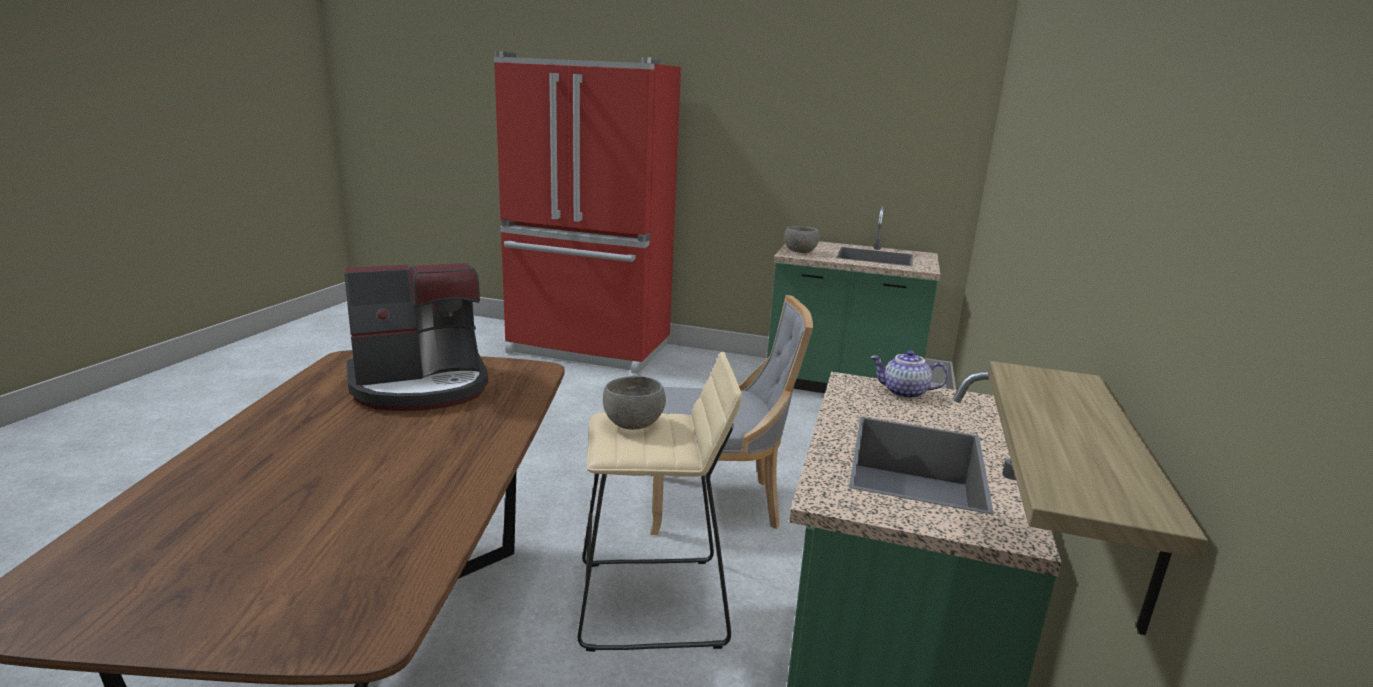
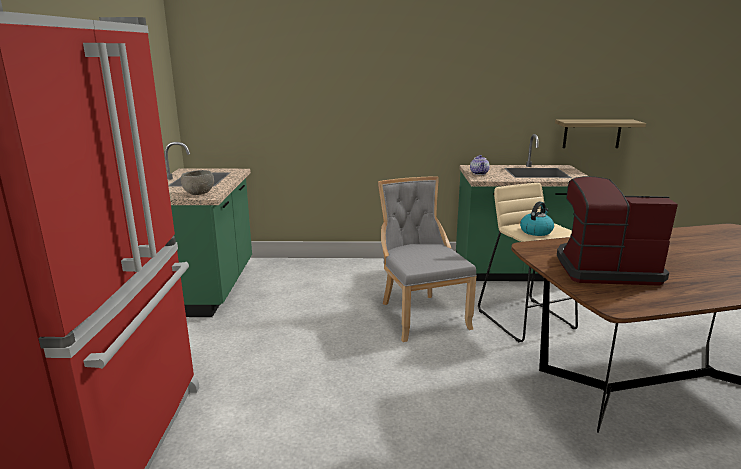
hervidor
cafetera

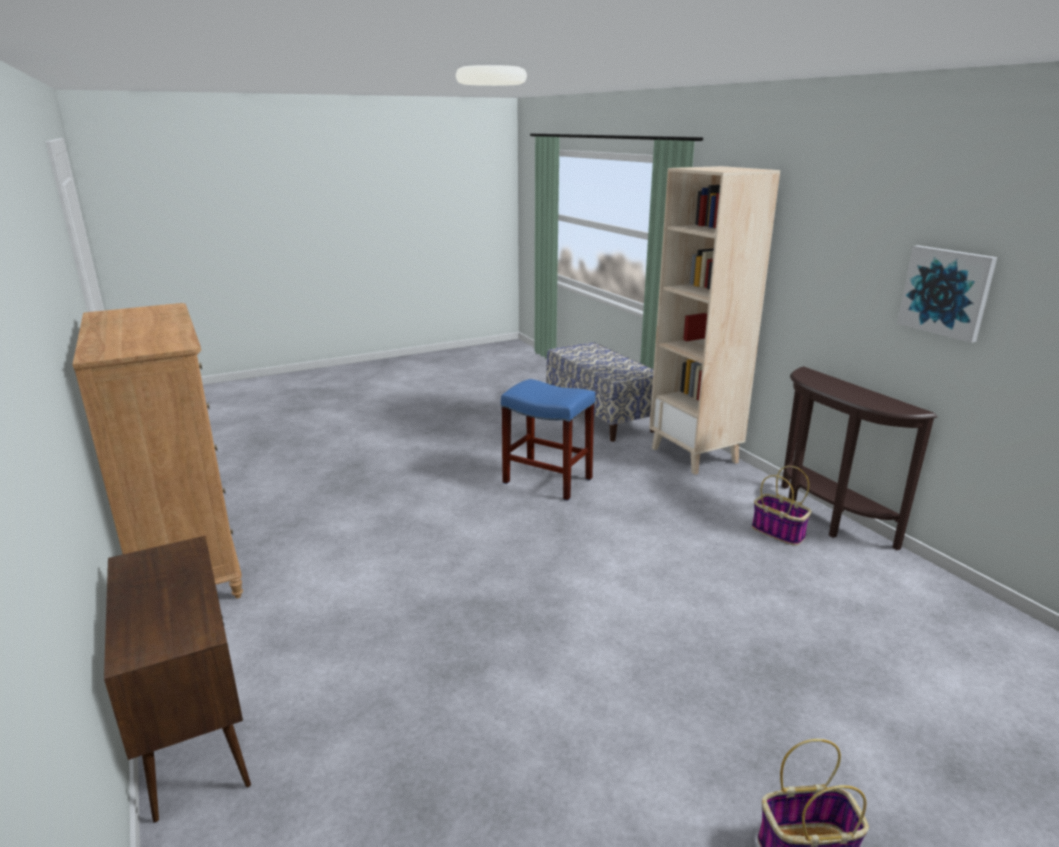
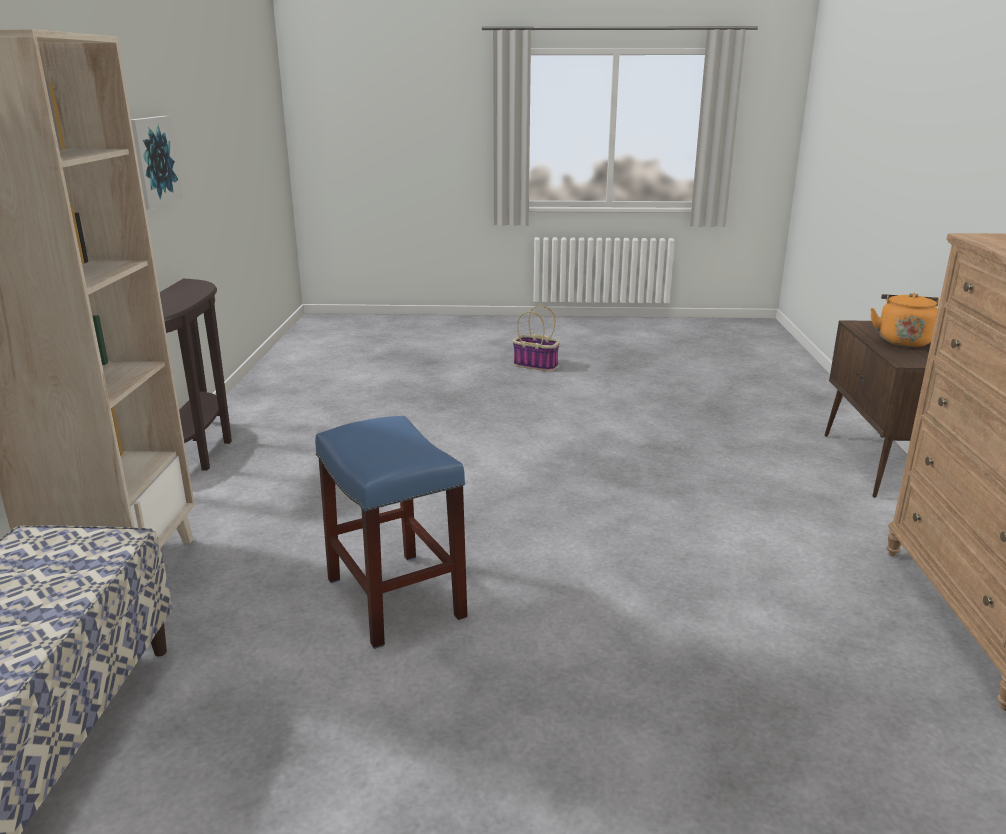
hervidor/naranja
cesta (1st from left in the first image)

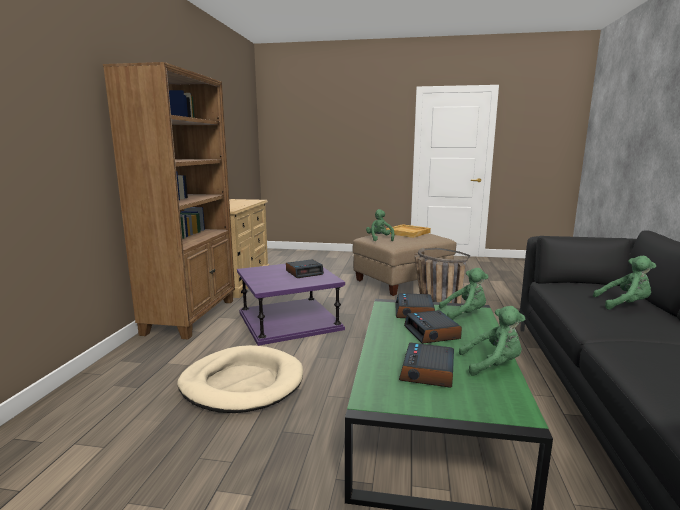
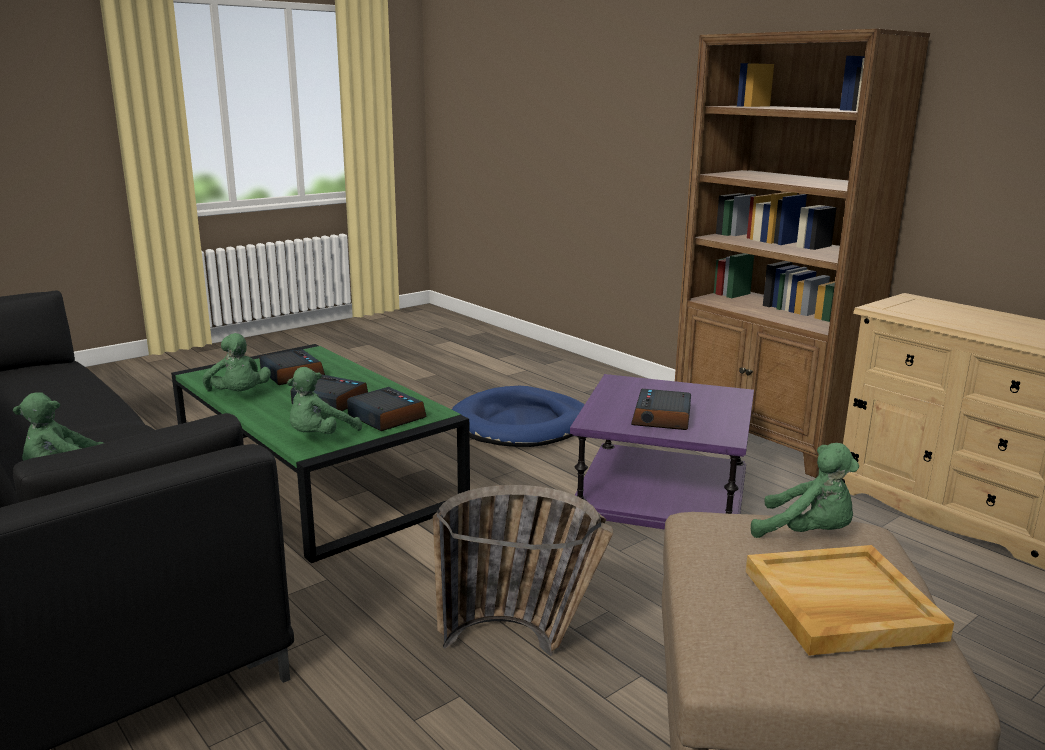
peluche/verde (2nd from left)
cama para perro/azul

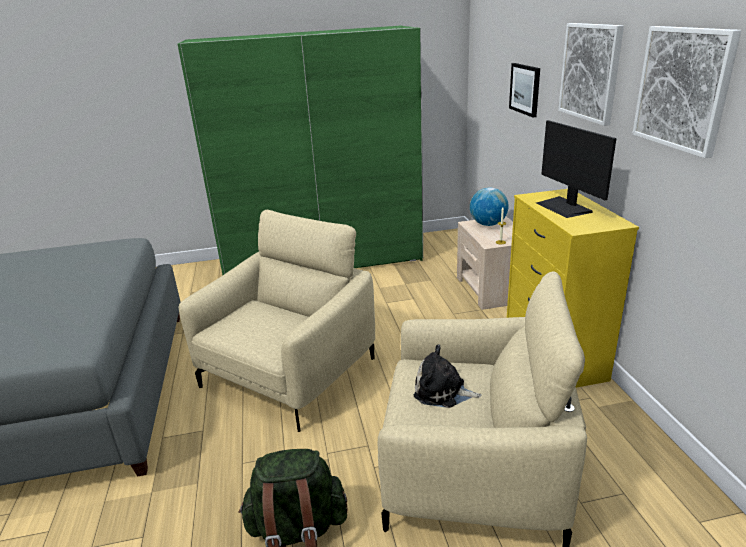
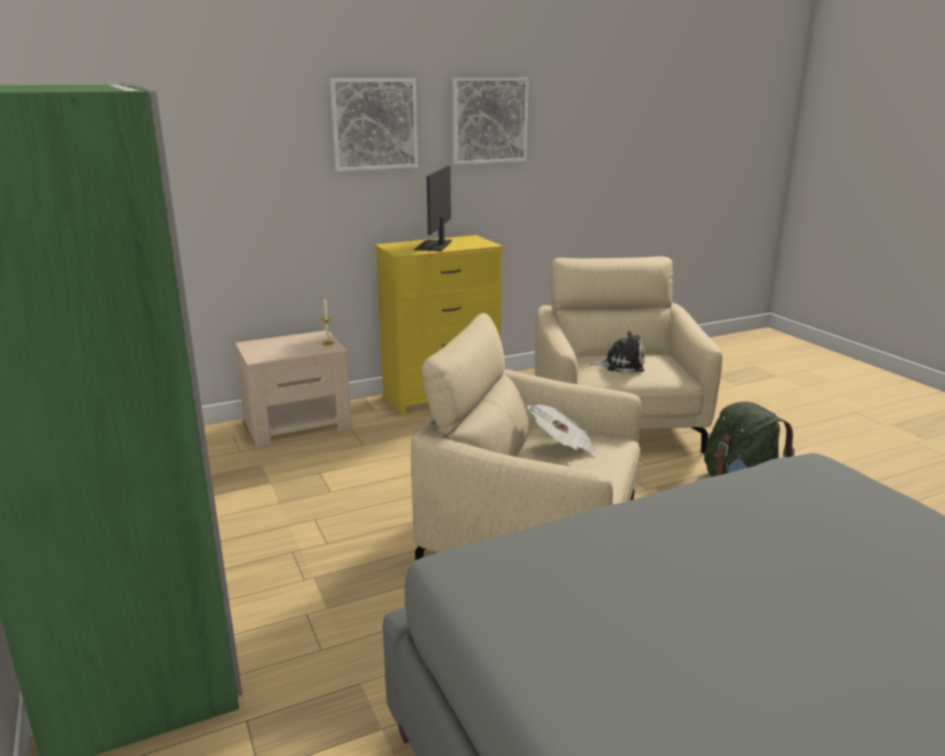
monitor
periódico
peluche
globo terráqueo
cuadro (1st from left in the first image)

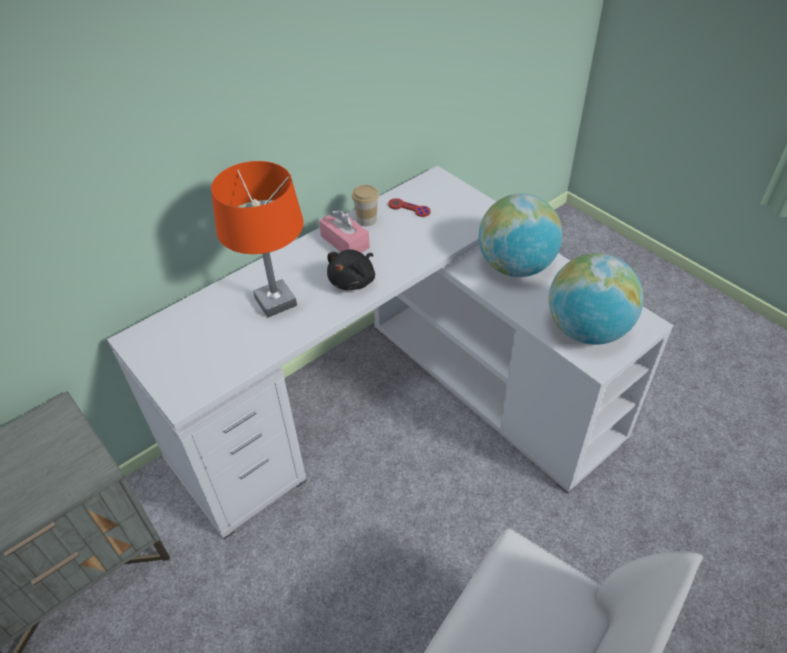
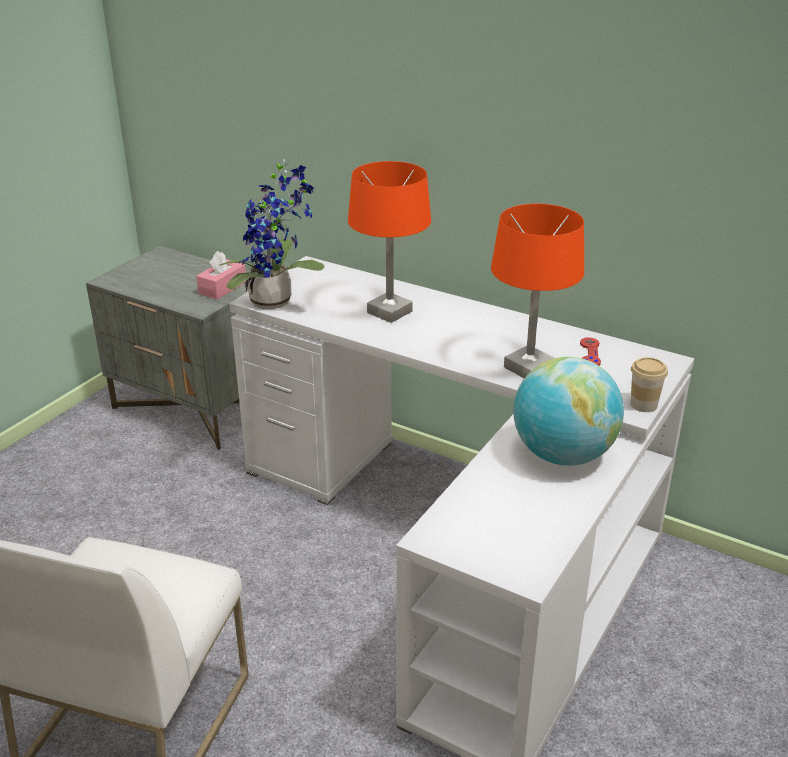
caja de pañuelos/rosa
planta en maceta
lámpara de mesa/naranja (2nd from left)
taza
peluche/negro
globo terráqueo (2nd from left in the first image)

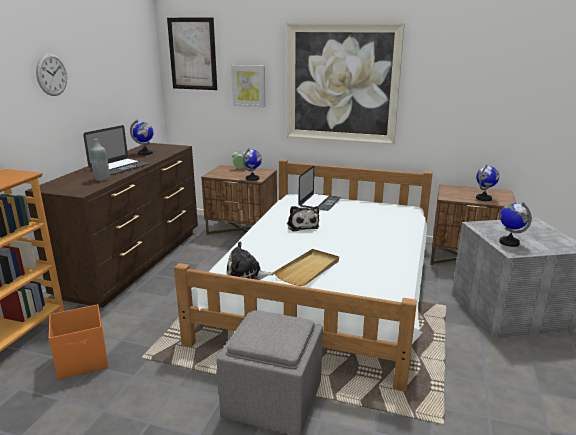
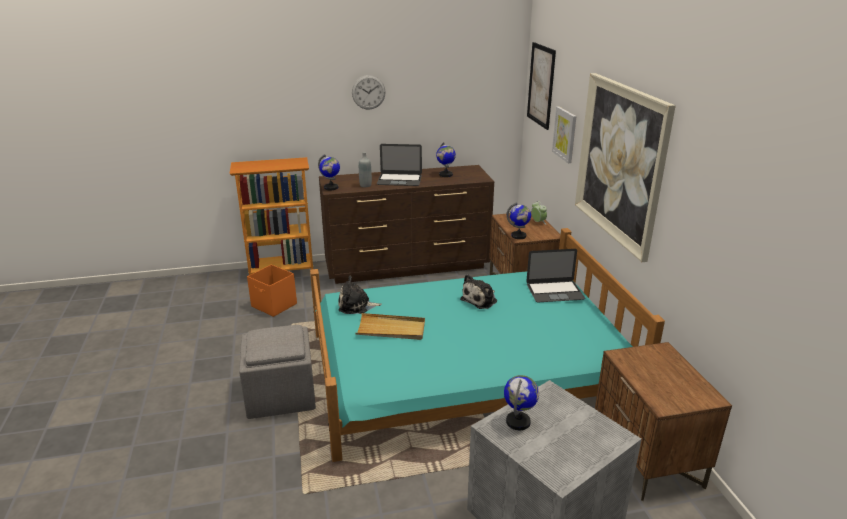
cama/turquesa
globo terráqueo (1st from left)
peluche (1st from left)

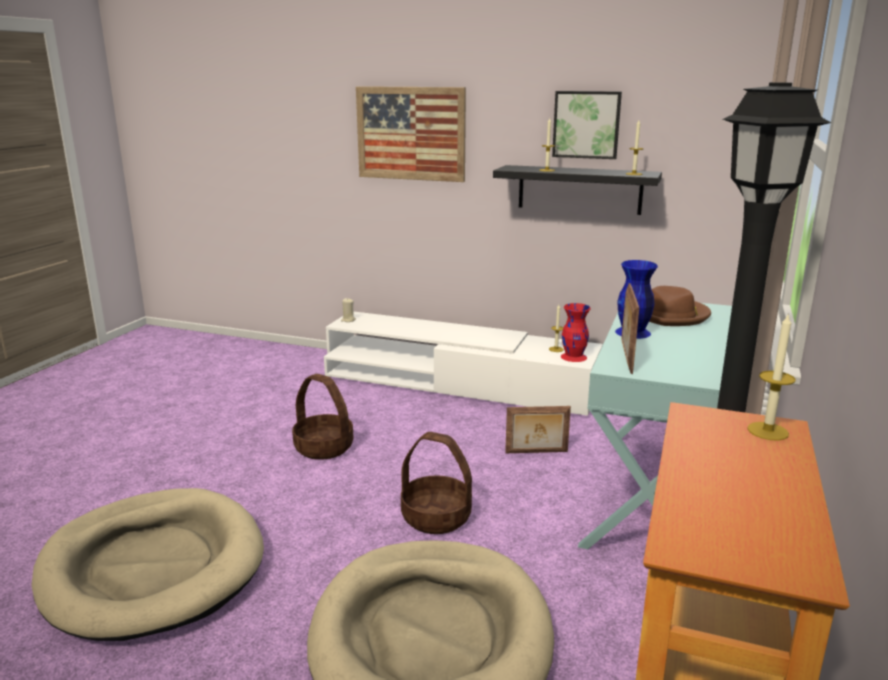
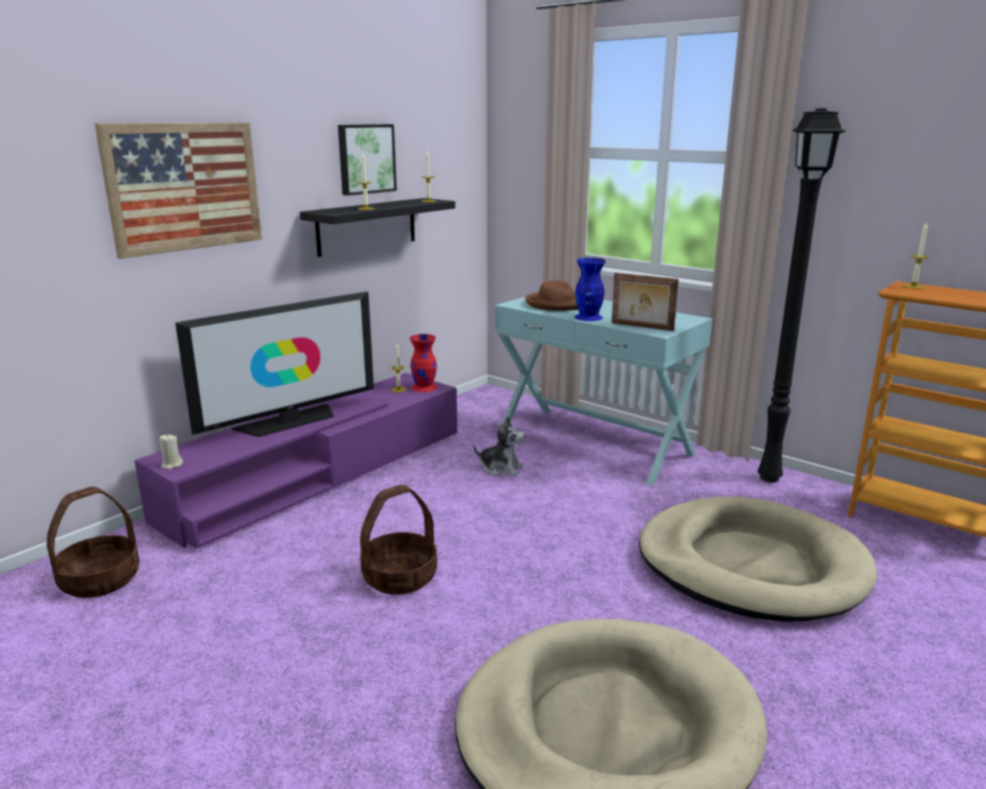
cesta (1st from left)
mueble de televisión/morado
televisor
peluche

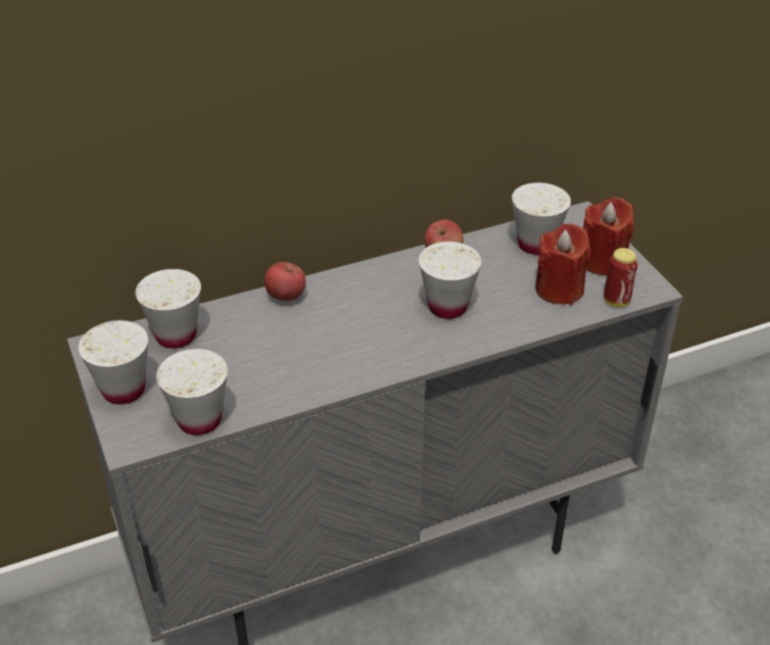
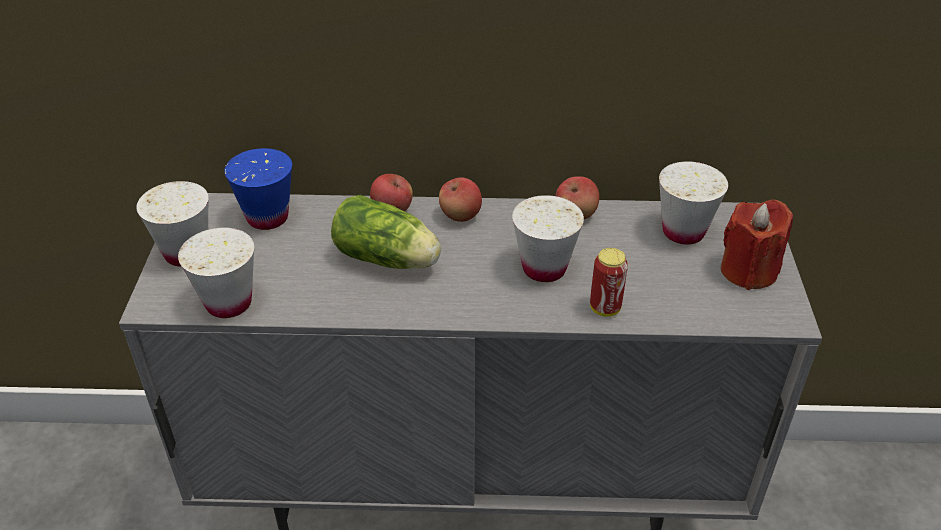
taza/azul
lechuga
manzana (2nd from left)
lata
vela/rojo (1st from left in the first image)

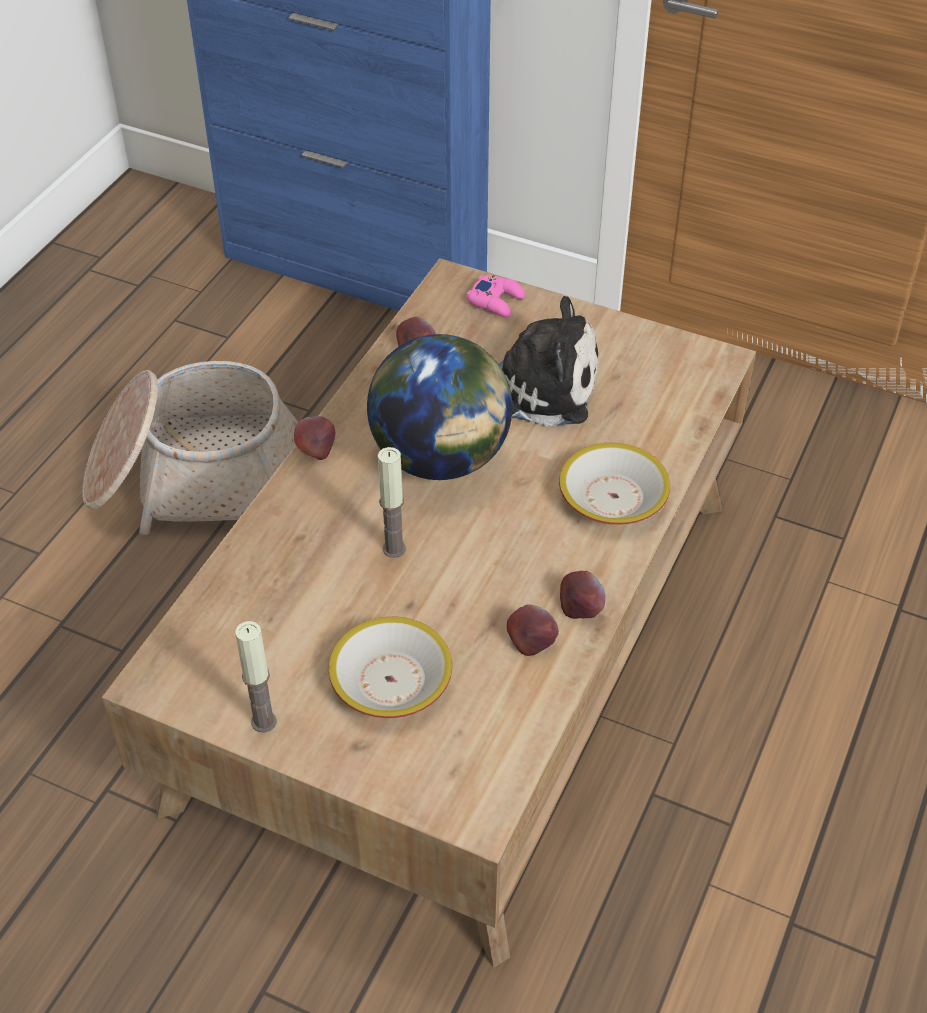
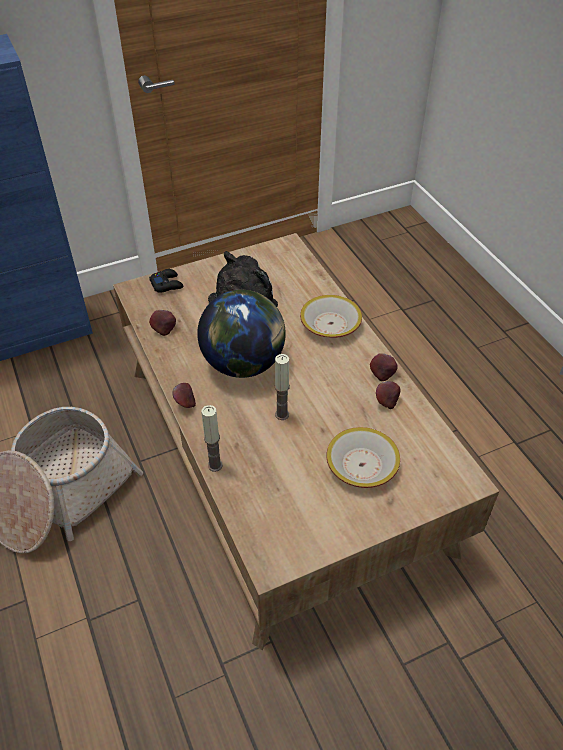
mando de consola/negro
vela (1st from left)

